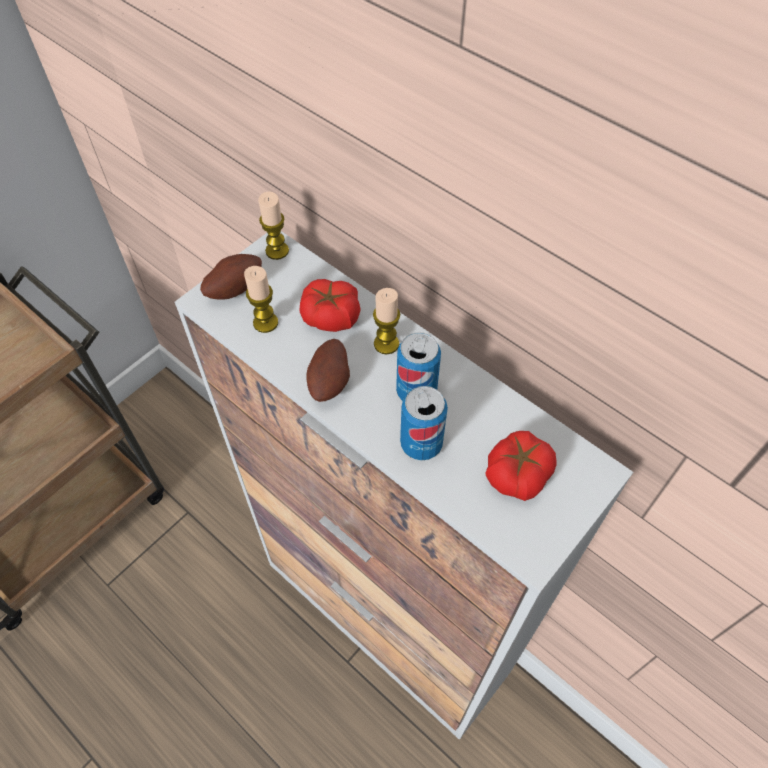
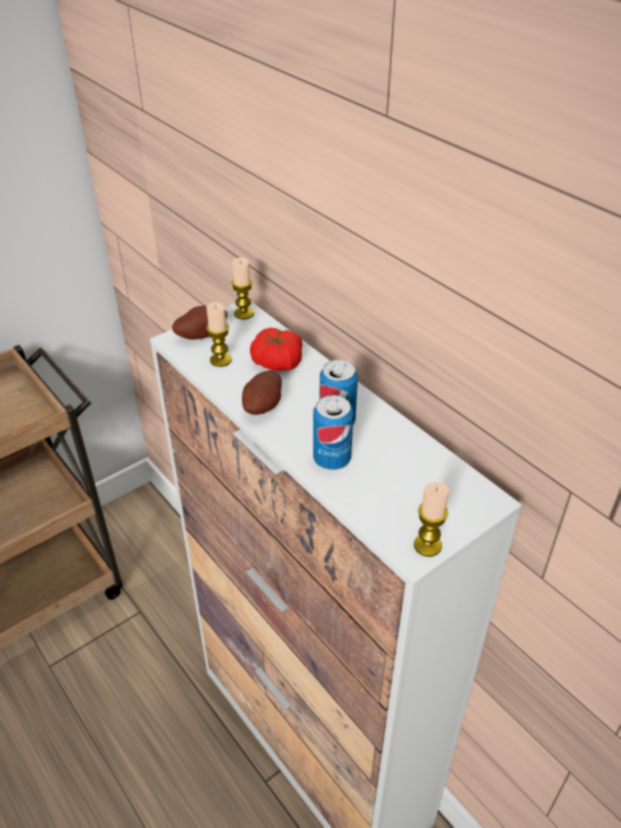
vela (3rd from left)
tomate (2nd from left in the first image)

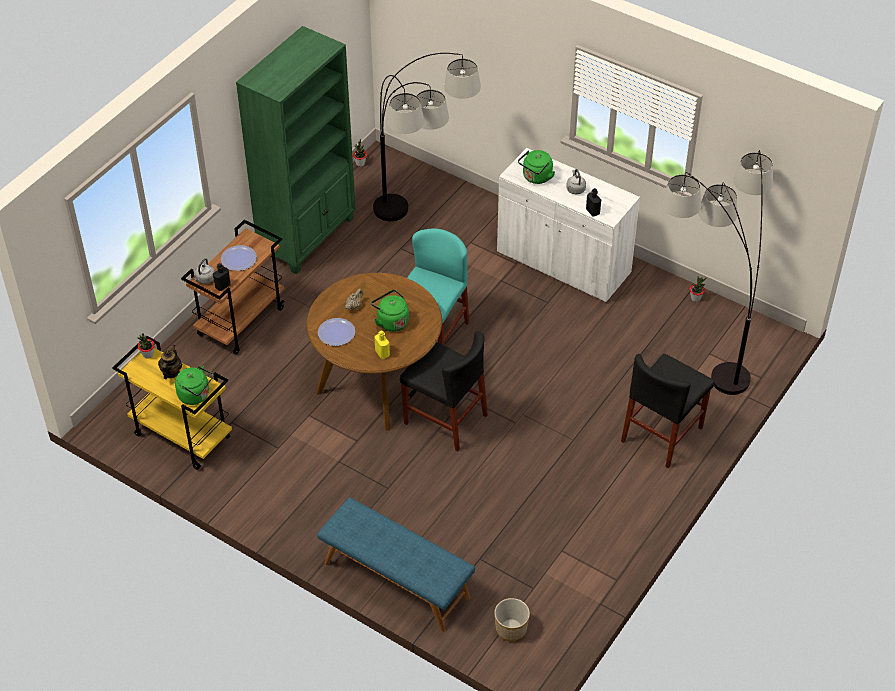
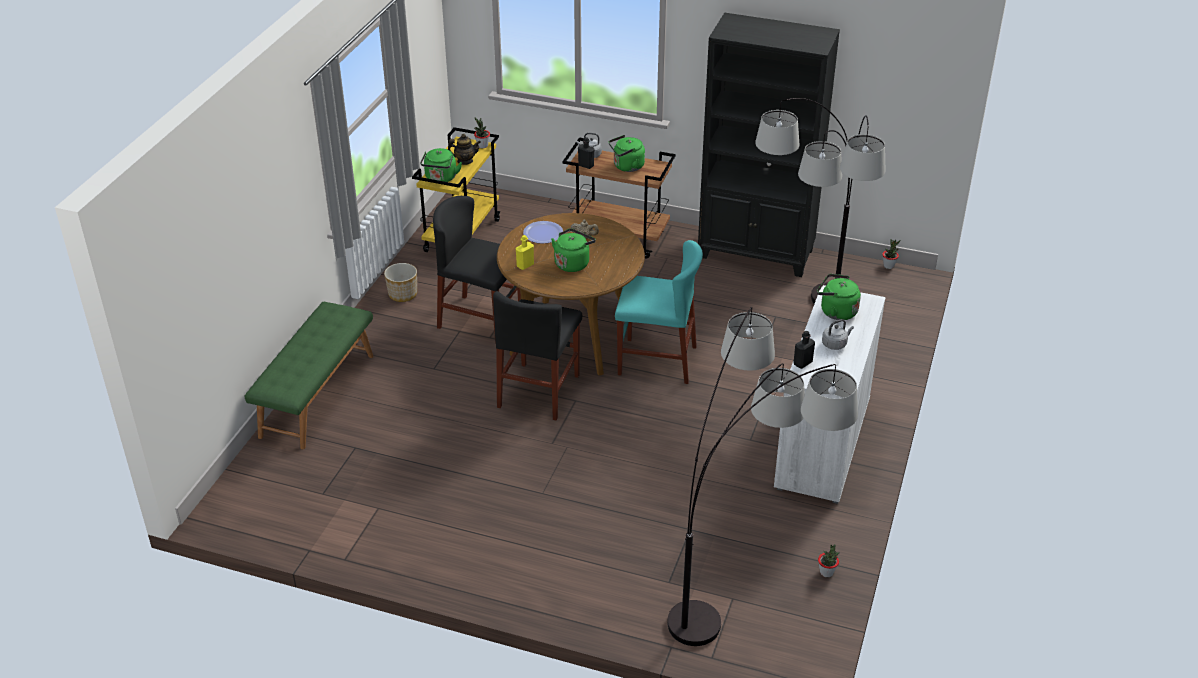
banco/verde
maceta
silla/negro (1st from left)
hervidor/verde (3rd from left)
estantería/negro

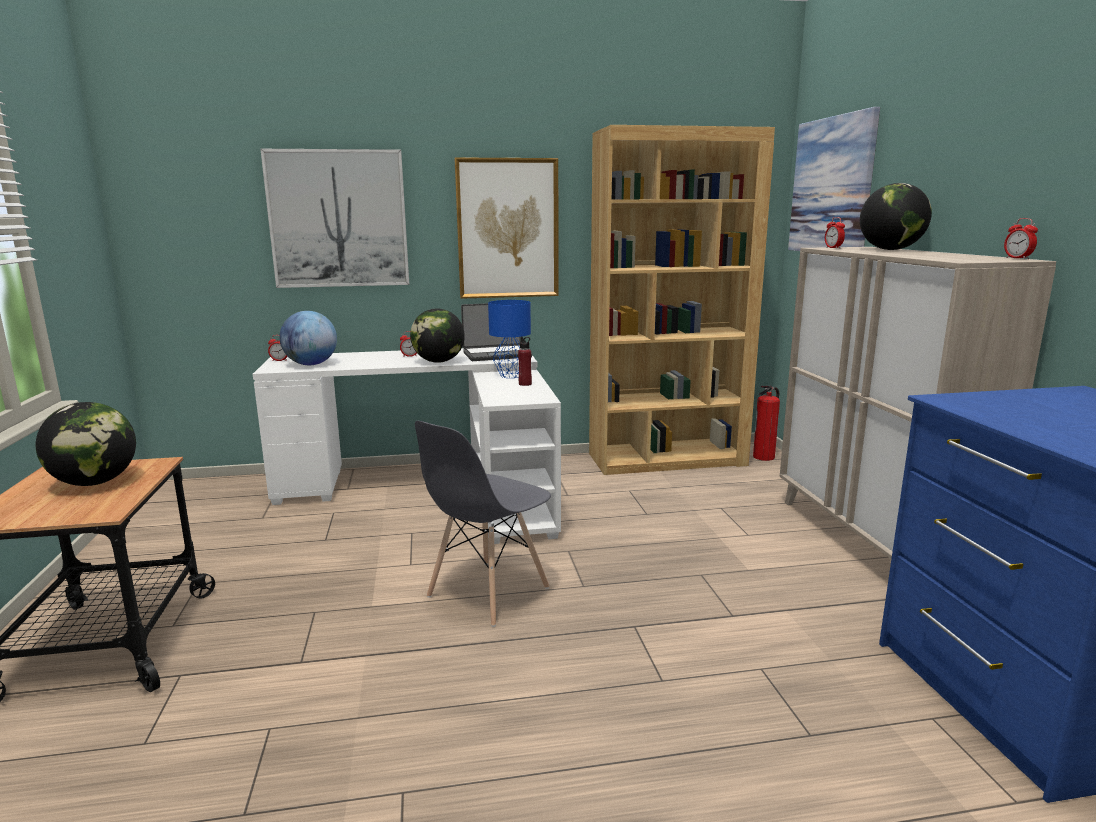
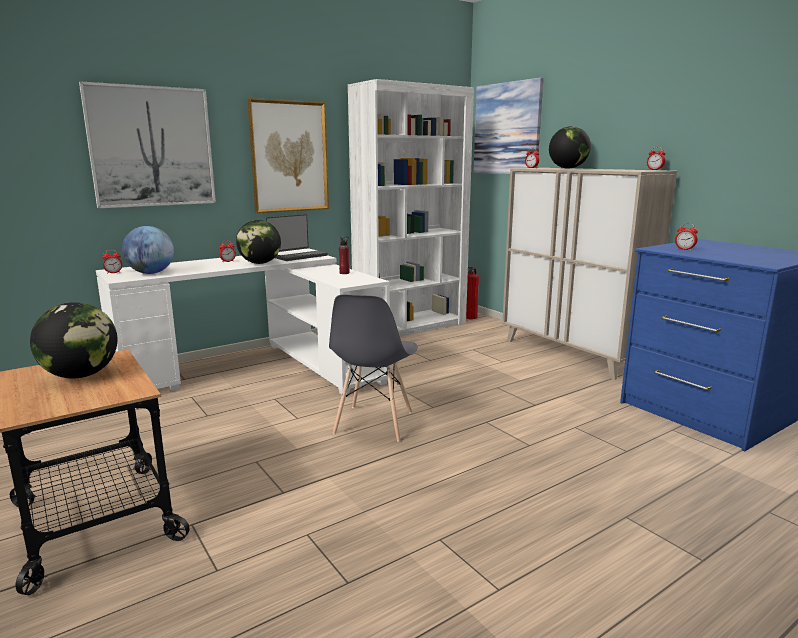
estantería/blanco
despertador (5th from left)
lámpara de mesa/azul

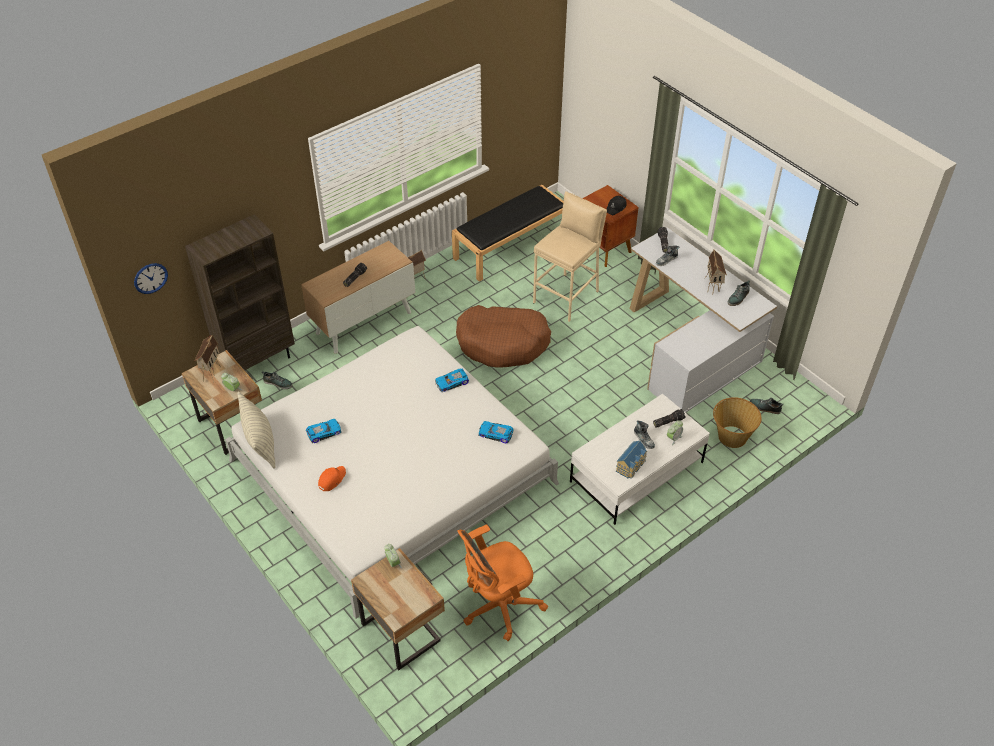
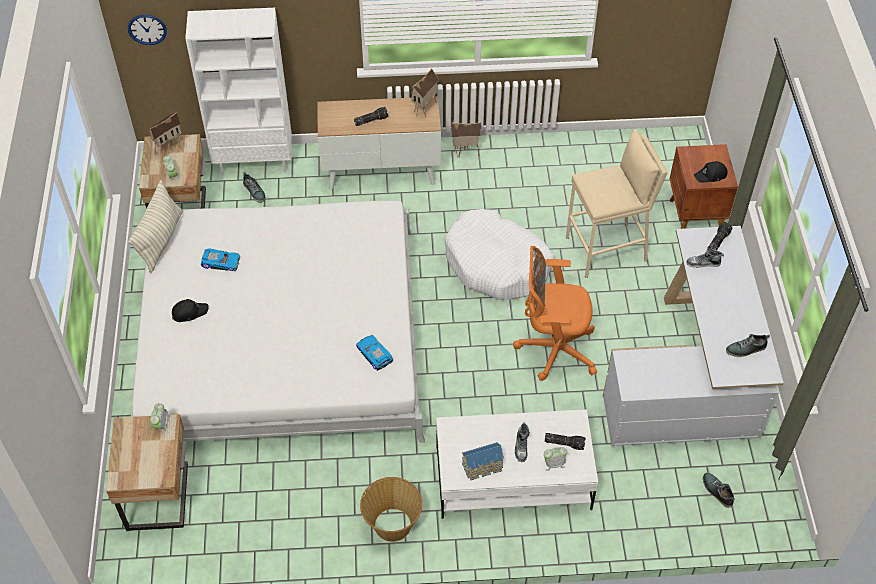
gorra/negro (1st from left)
estantería/blanco
cesta
casita (2nd from left)
cama para perro/blanco
silla de oficina/naranja
coche de juguete (2nd from left in the first image)
banco/negro

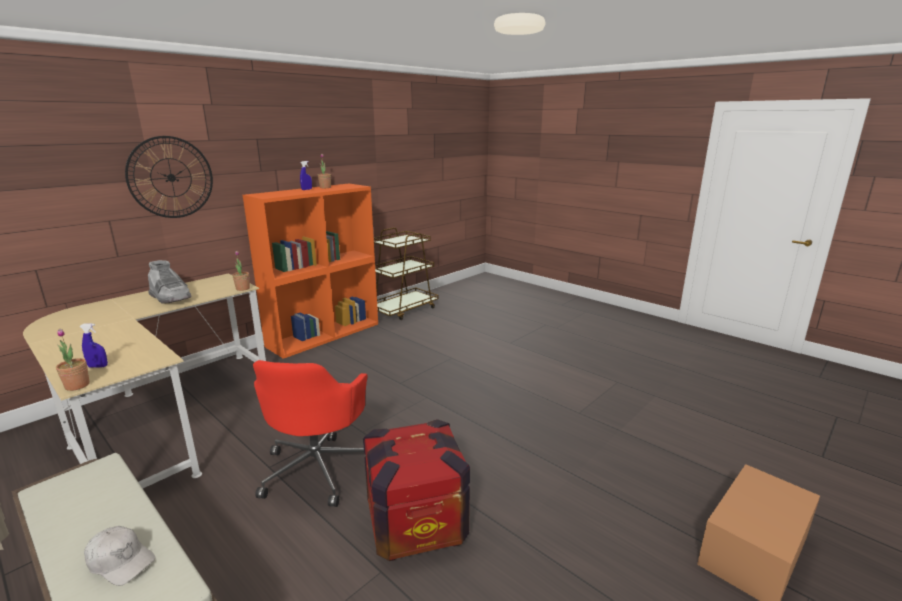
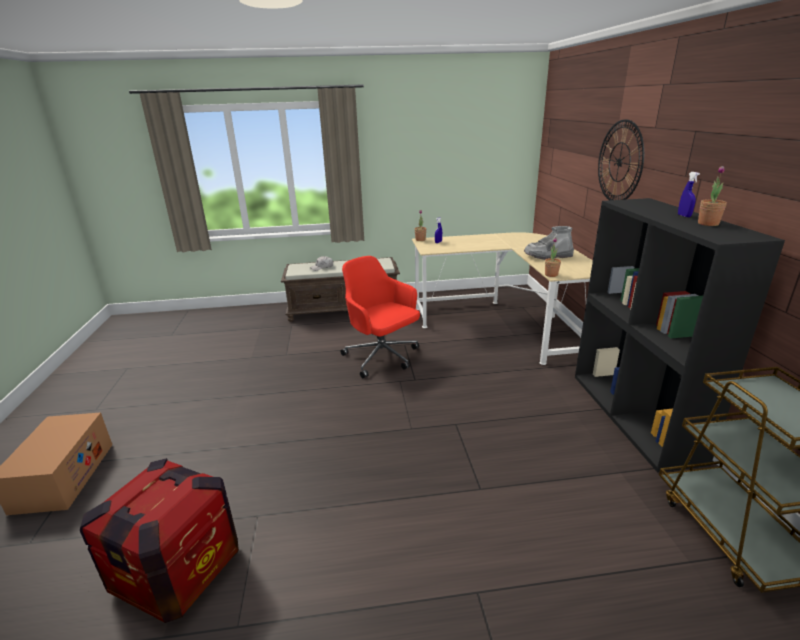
caja de embalaje
estantería/negro

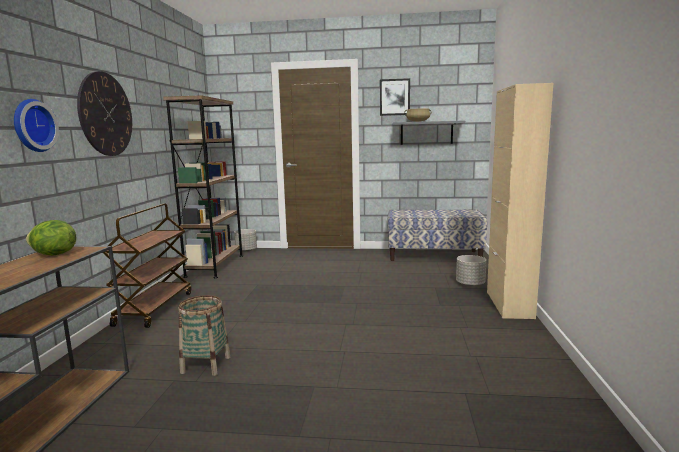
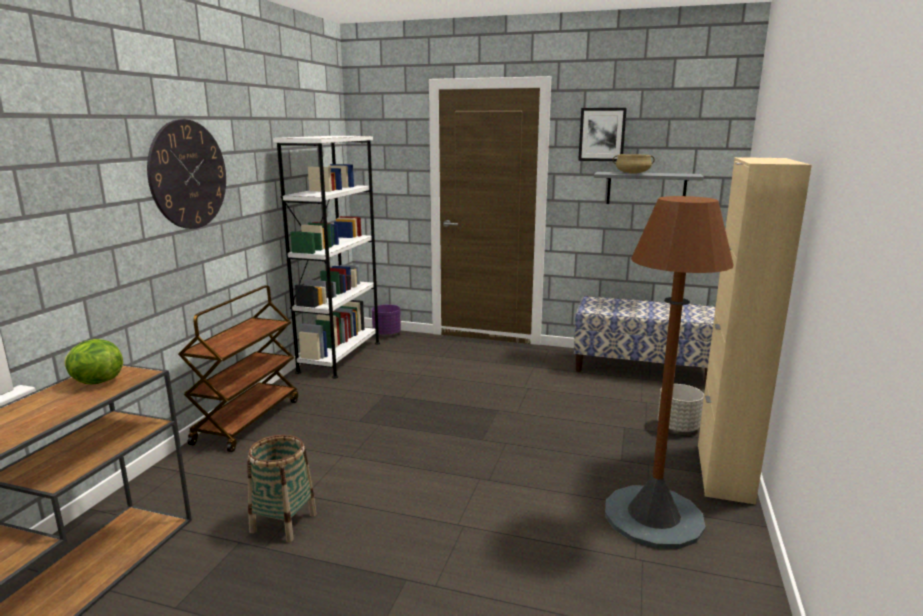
estantería/blanco
maceta/morado
lámpara de pie/marrón
reloj de pared (1st from left in the first image)

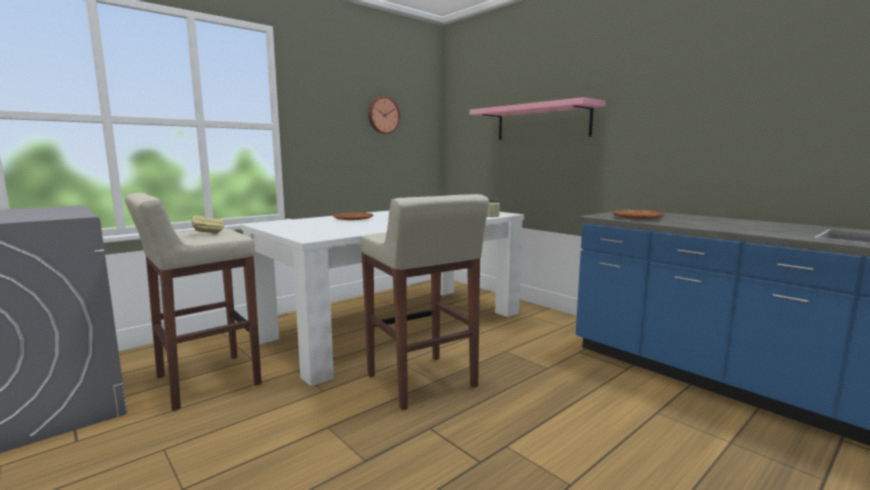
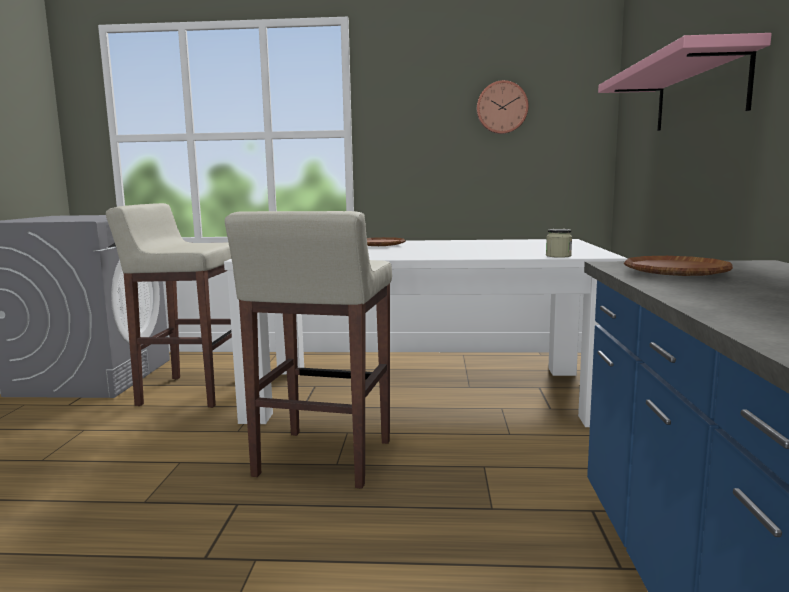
pan

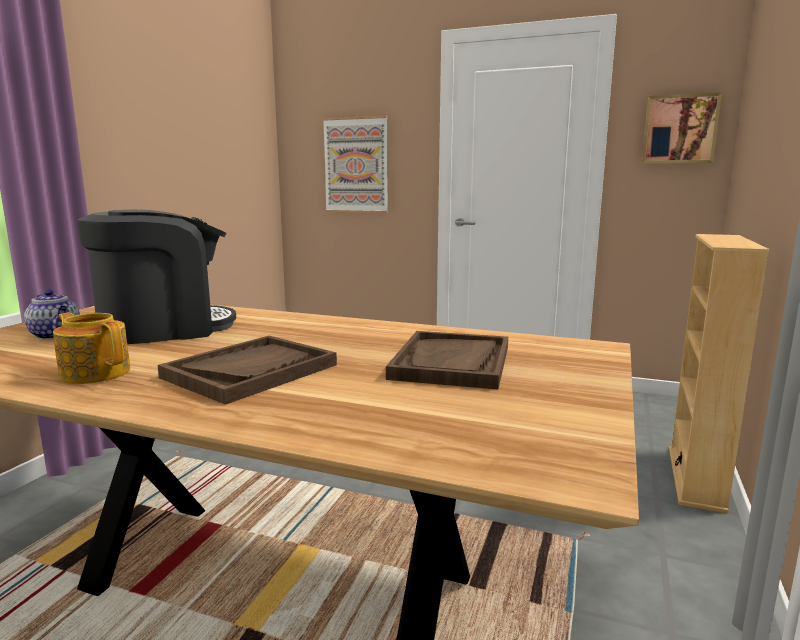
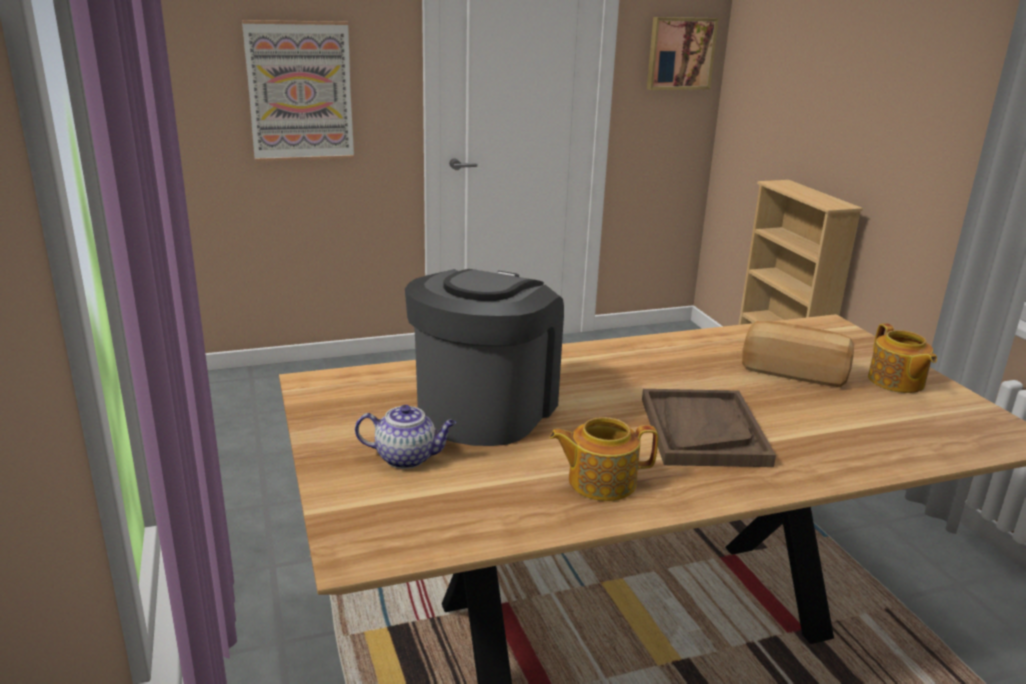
pan
tetera (3rd from left)

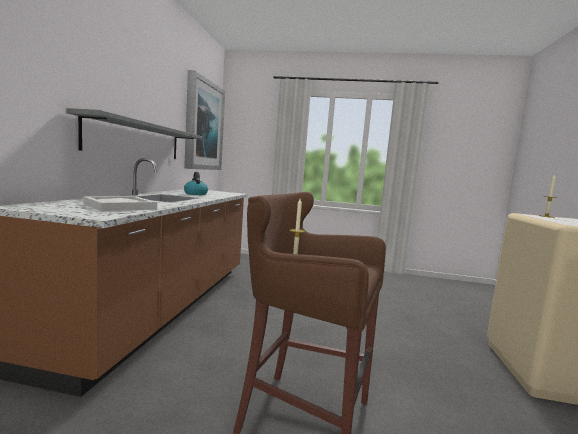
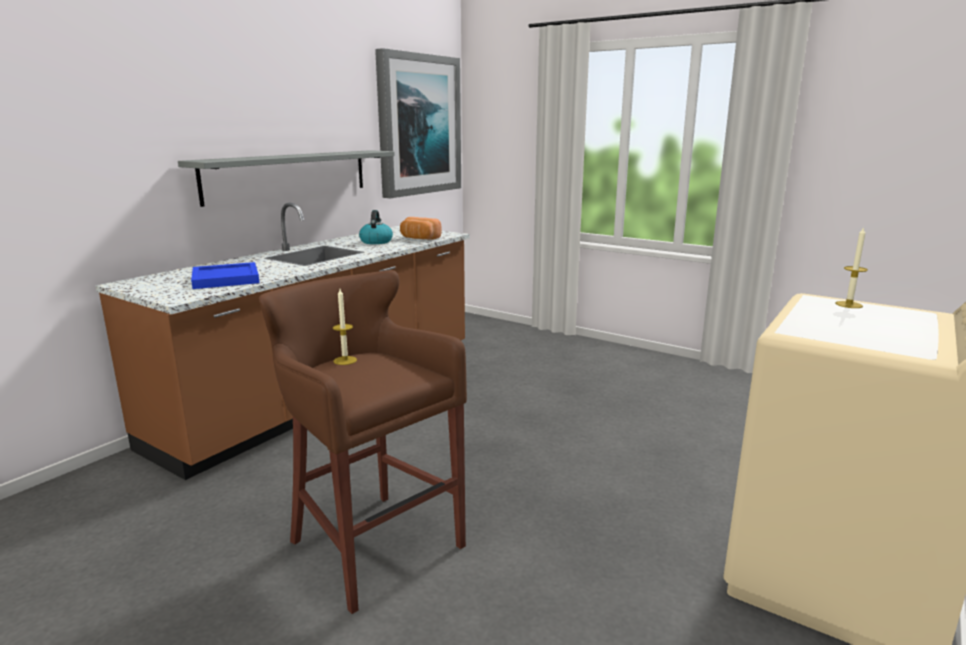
bandeja/azul
pan

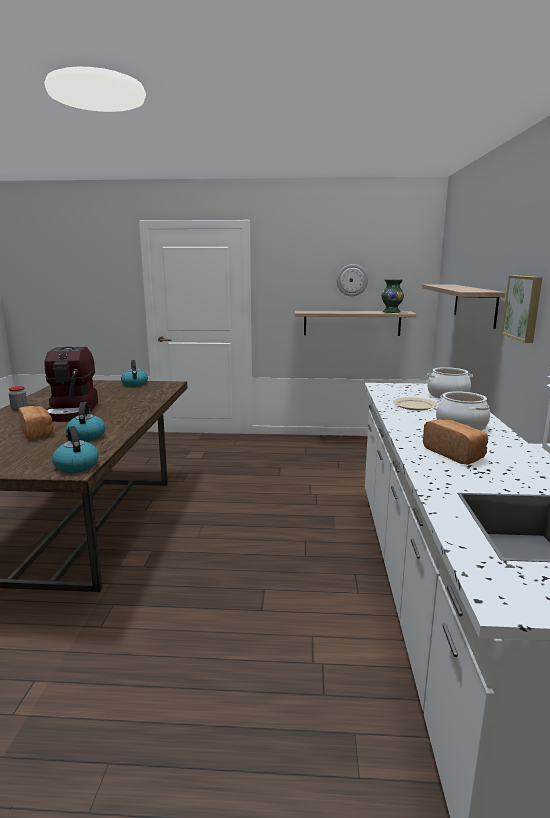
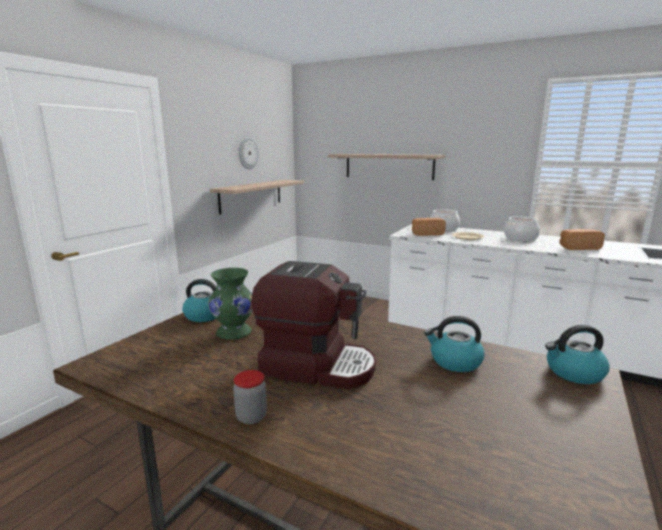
florero/verde
pan (1st from left)
cuadro

